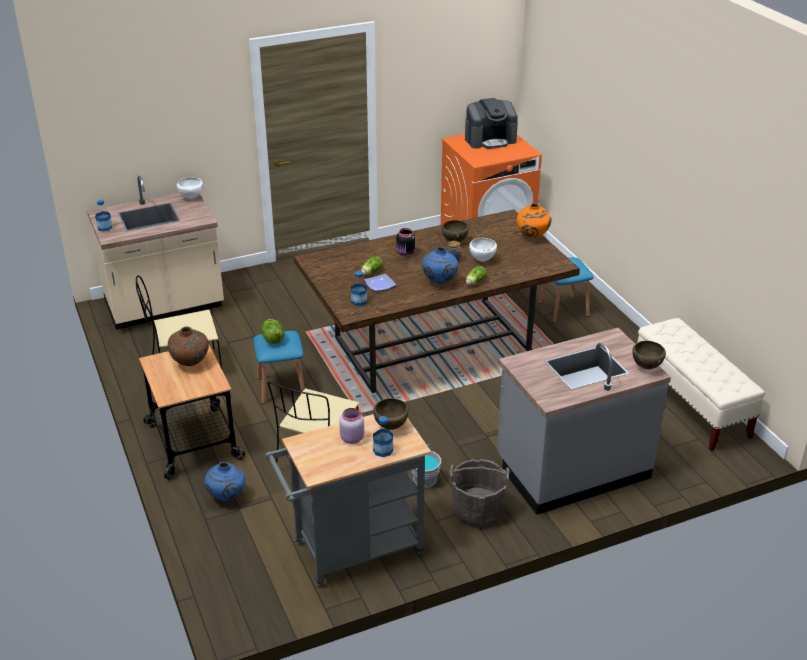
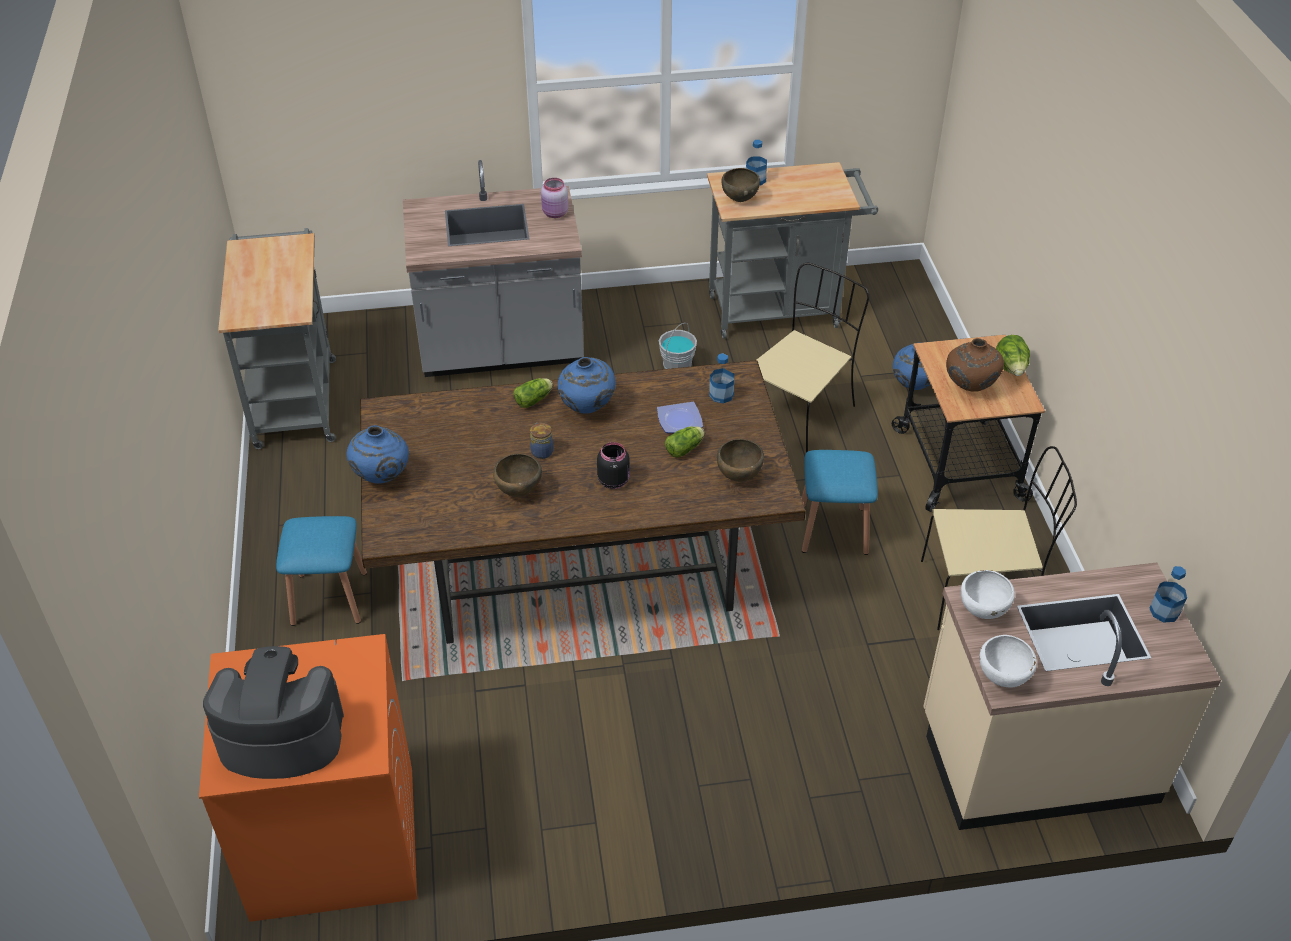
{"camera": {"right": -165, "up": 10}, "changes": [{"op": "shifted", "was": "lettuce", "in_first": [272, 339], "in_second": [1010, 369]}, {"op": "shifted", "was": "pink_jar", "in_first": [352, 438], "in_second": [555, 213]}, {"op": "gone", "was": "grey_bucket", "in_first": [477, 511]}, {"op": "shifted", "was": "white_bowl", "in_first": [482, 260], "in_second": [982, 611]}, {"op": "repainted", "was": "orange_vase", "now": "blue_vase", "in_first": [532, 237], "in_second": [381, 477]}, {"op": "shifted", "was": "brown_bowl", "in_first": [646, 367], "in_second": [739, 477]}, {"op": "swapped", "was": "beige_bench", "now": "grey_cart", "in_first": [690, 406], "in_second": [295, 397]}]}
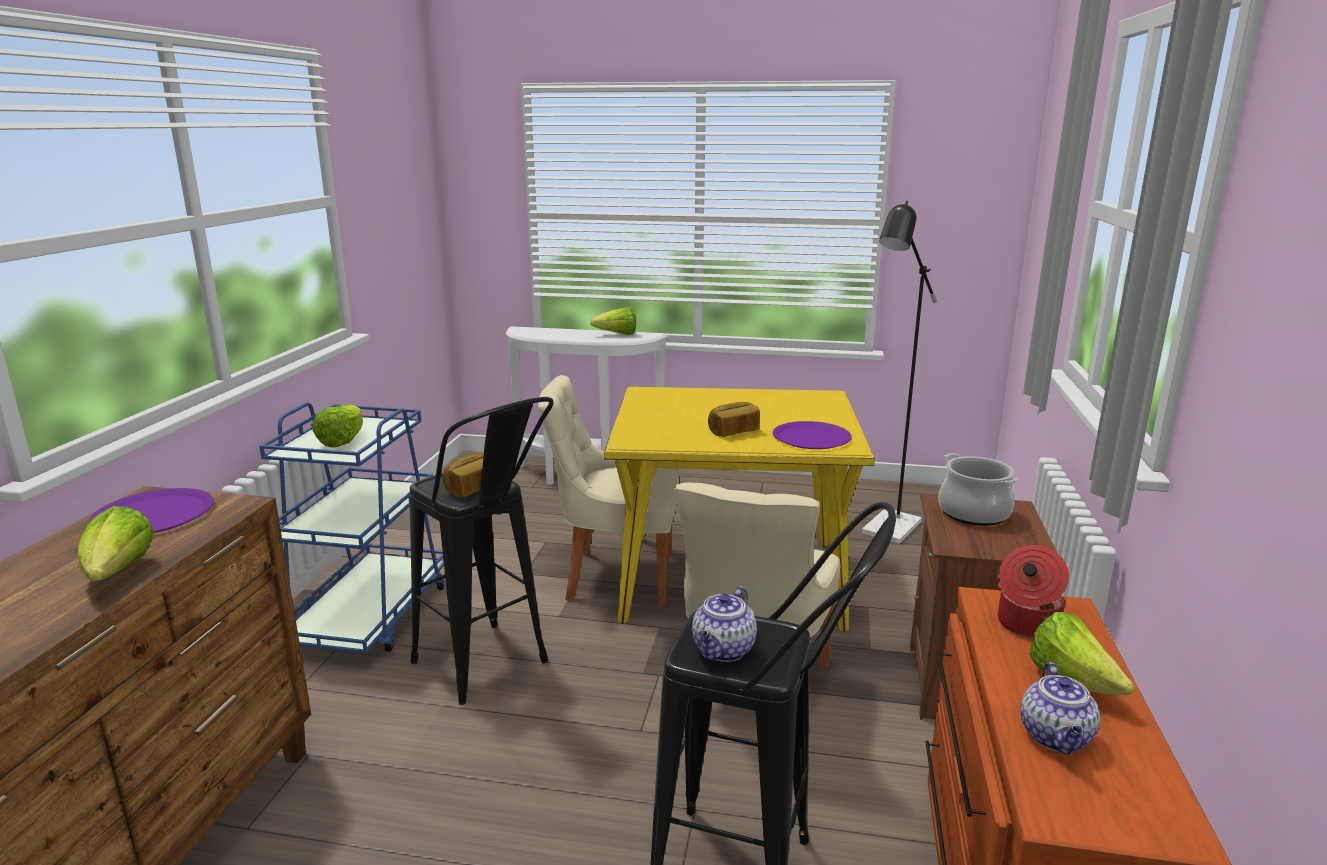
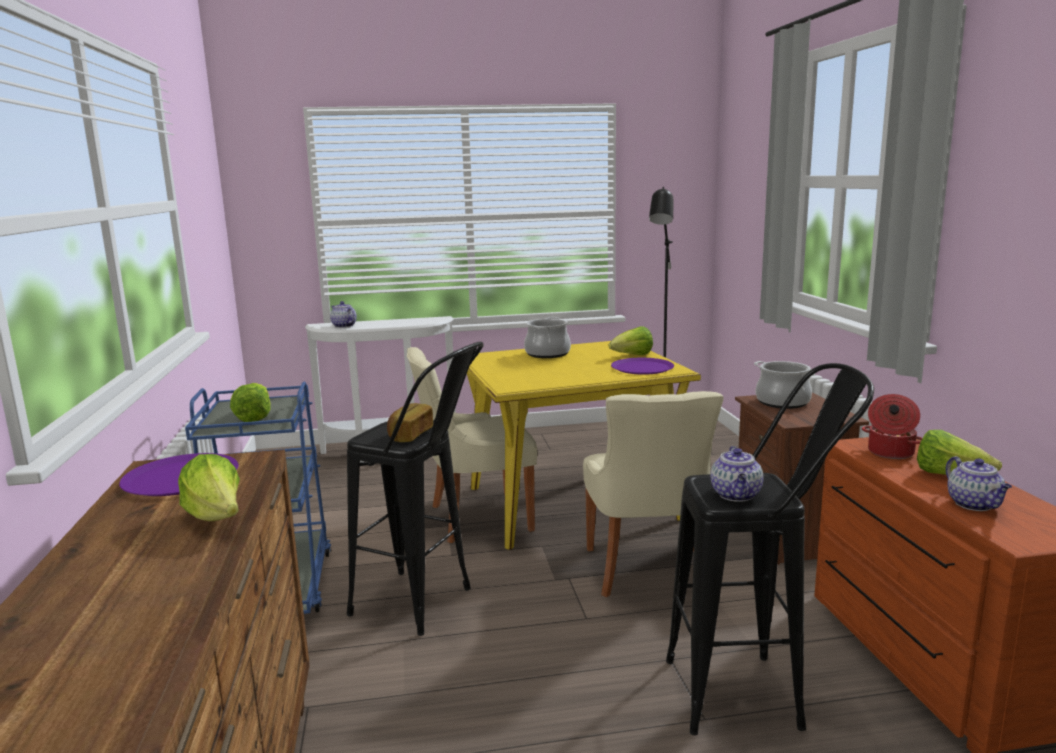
{"camera": {"right": -20, "up": -5}, "changes": [{"op": "shifted", "was": "lettuce", "in_first": [617, 335], "in_second": [632, 356]}, {"op": "gone", "was": "bread", "in_first": [733, 431]}, {"op": "new", "now": "teapot", "in_second": [343, 326]}, {"op": "new", "now": "cooking_pot", "in_second": [547, 354]}]}
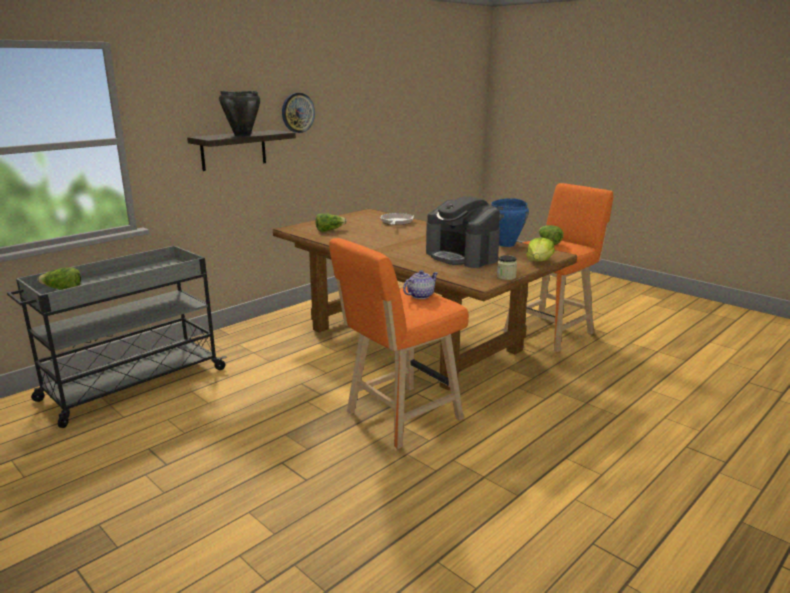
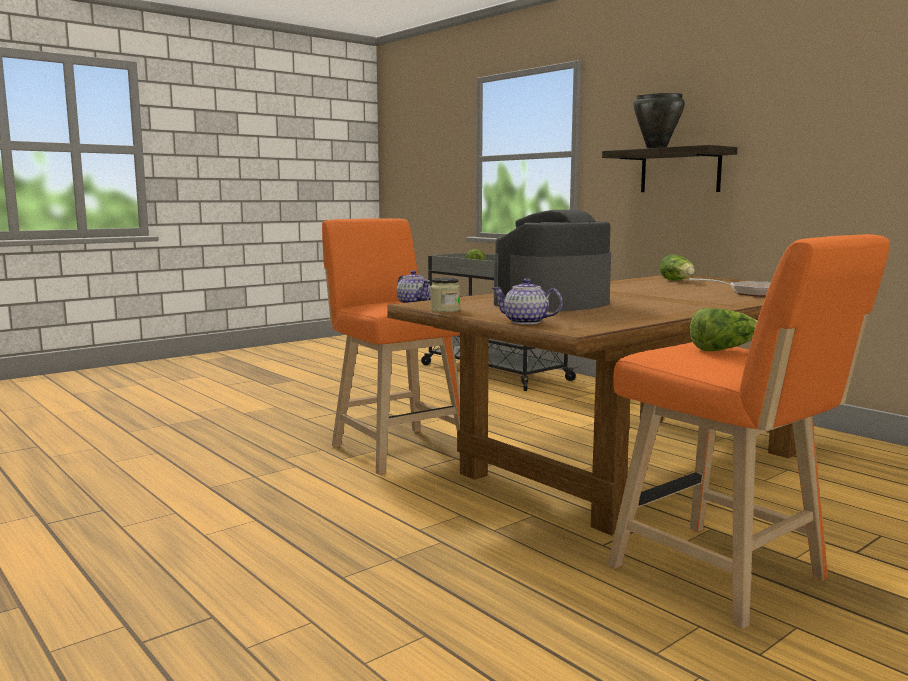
{"camera": {"right": 95, "up": -10}, "changes": [{"op": "gone", "was": "wall_clock", "in_first": [297, 112]}, {"op": "gone", "was": "blue_cooking_pot", "in_first": [506, 244]}, {"op": "swapped", "was": "lettuce", "now": "teapot", "in_first": [539, 261], "in_second": [526, 322]}]}
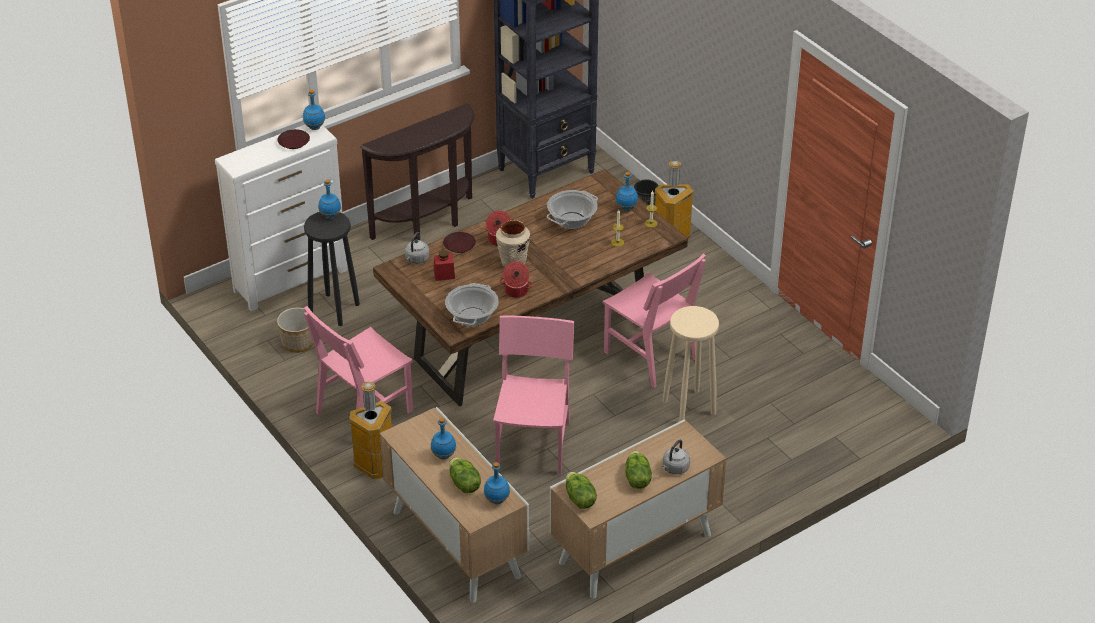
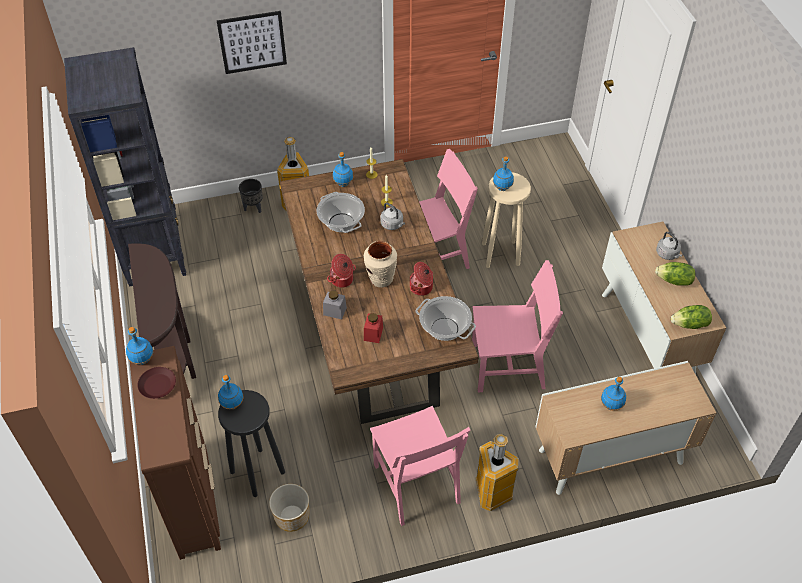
{"camera": {"right": -70, "up": 10}, "changes": [{"op": "repainted", "was": "white_dresser", "now": "brown_dresser", "in_first": [291, 280], "in_second": [192, 499]}, {"op": "shifted", "was": "grey_kettle", "in_first": [416, 259], "in_second": [393, 225]}, {"op": "swapped", "was": "brown_plate", "now": "grey_jar", "in_first": [459, 245], "in_second": [335, 311]}, {"op": "gone", "was": "lettuce", "in_first": [463, 484]}, {"op": "shifted", "was": "blue_bottle", "in_first": [496, 500], "in_second": [502, 188]}, {"op": "rotated", "was": "pink_chair", "in_first": [533, 445], "in_second": [508, 366], "clockwise": 150}, {"op": "new", "now": "picture", "in_second": [252, 42]}]}
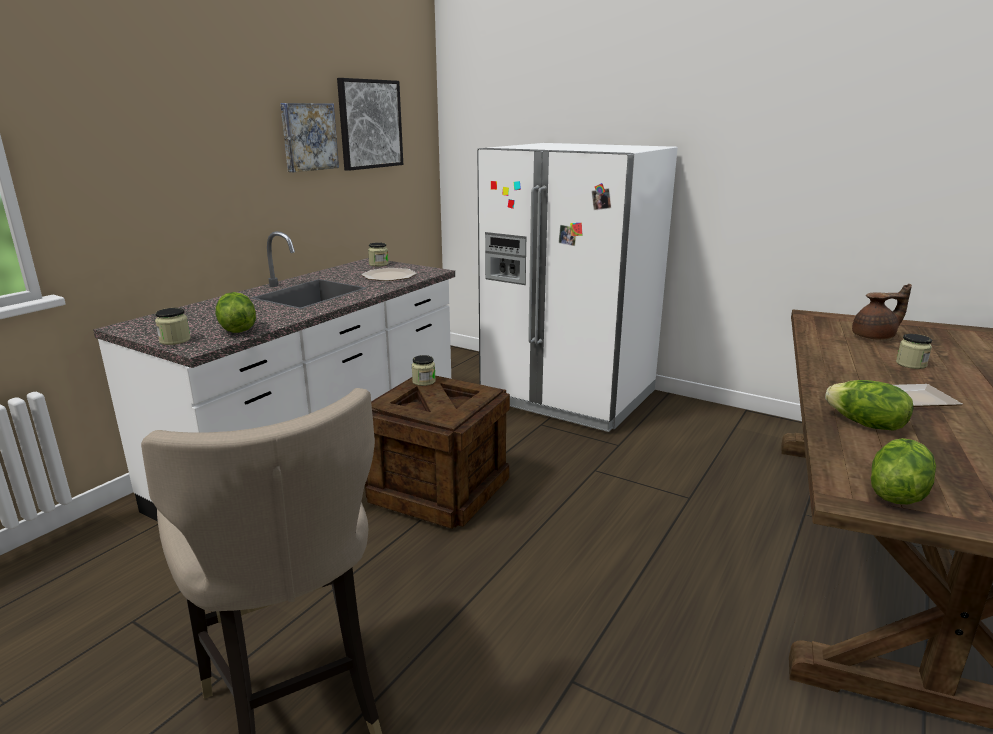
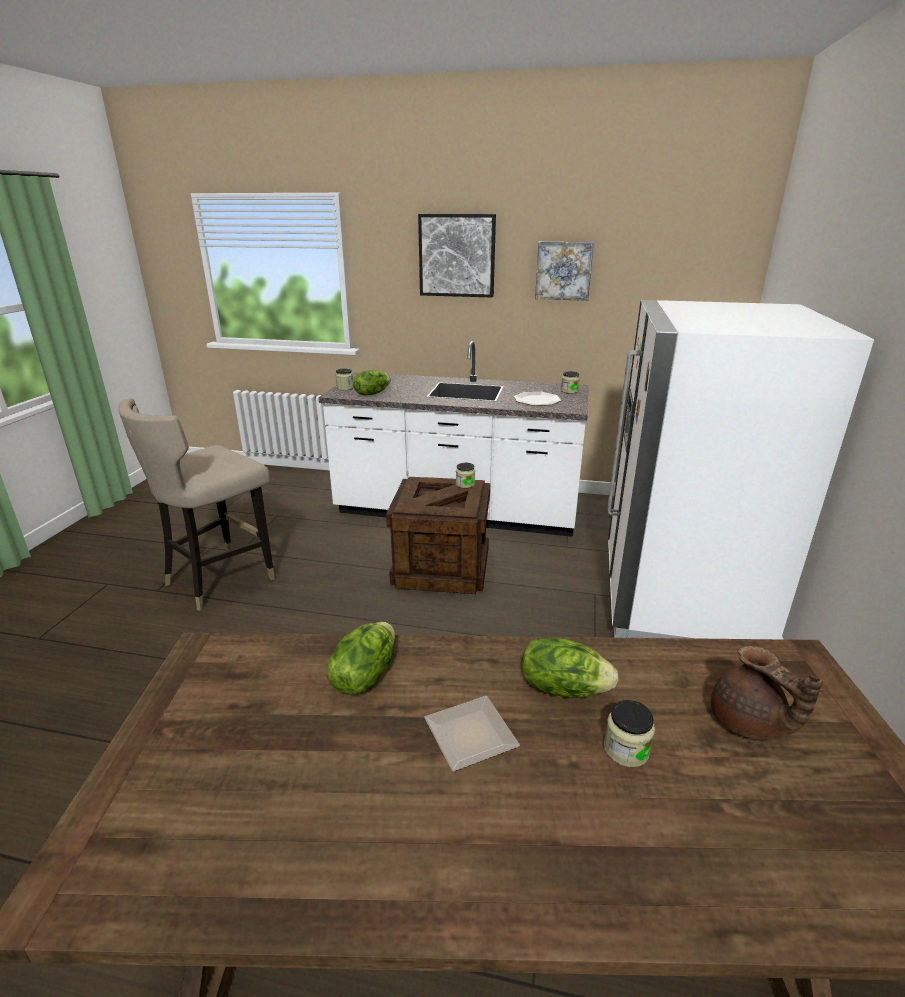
{"camera": {"right": 70, "up": 5}, "changes": [{"op": "shifted", "was": "picture", "in_first": [370, 124], "in_second": [457, 256]}, {"op": "shifted", "was": "lettuce", "in_first": [895, 492], "in_second": [563, 687]}]}
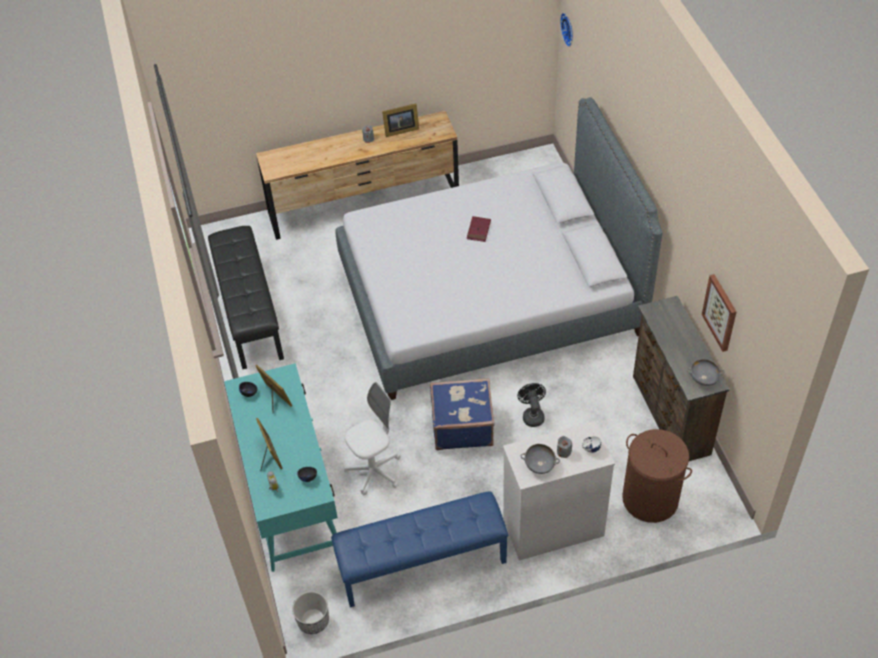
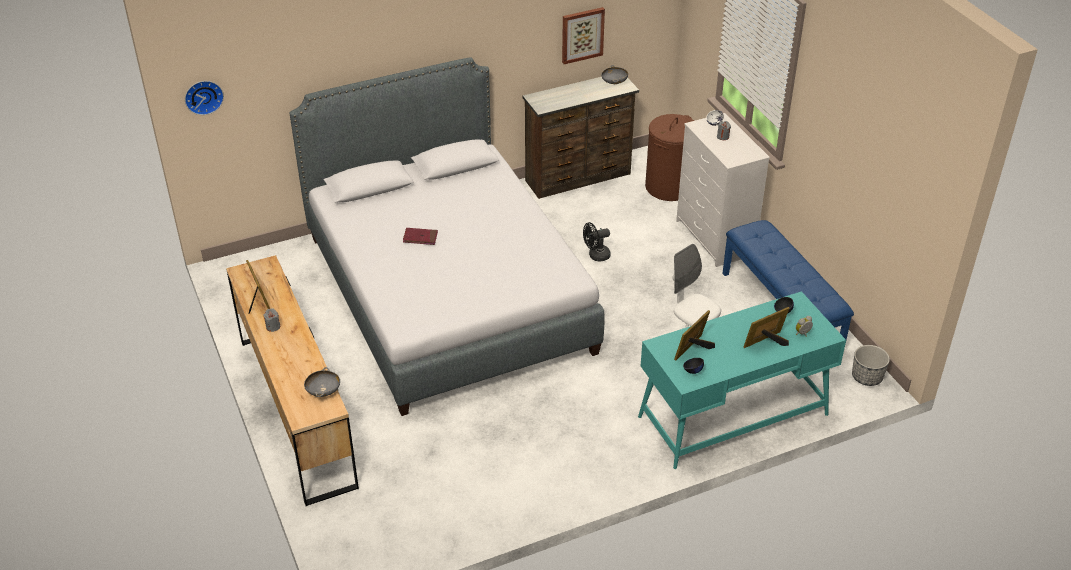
{"camera": {"right": -100, "up": -10}, "changes": [{"op": "gone", "was": "black_bench", "in_first": [249, 312]}, {"op": "gone", "was": "blue_suitcase", "in_first": [461, 426]}, {"op": "shifted", "was": "grey_bowl", "in_first": [539, 465], "in_second": [323, 391]}]}
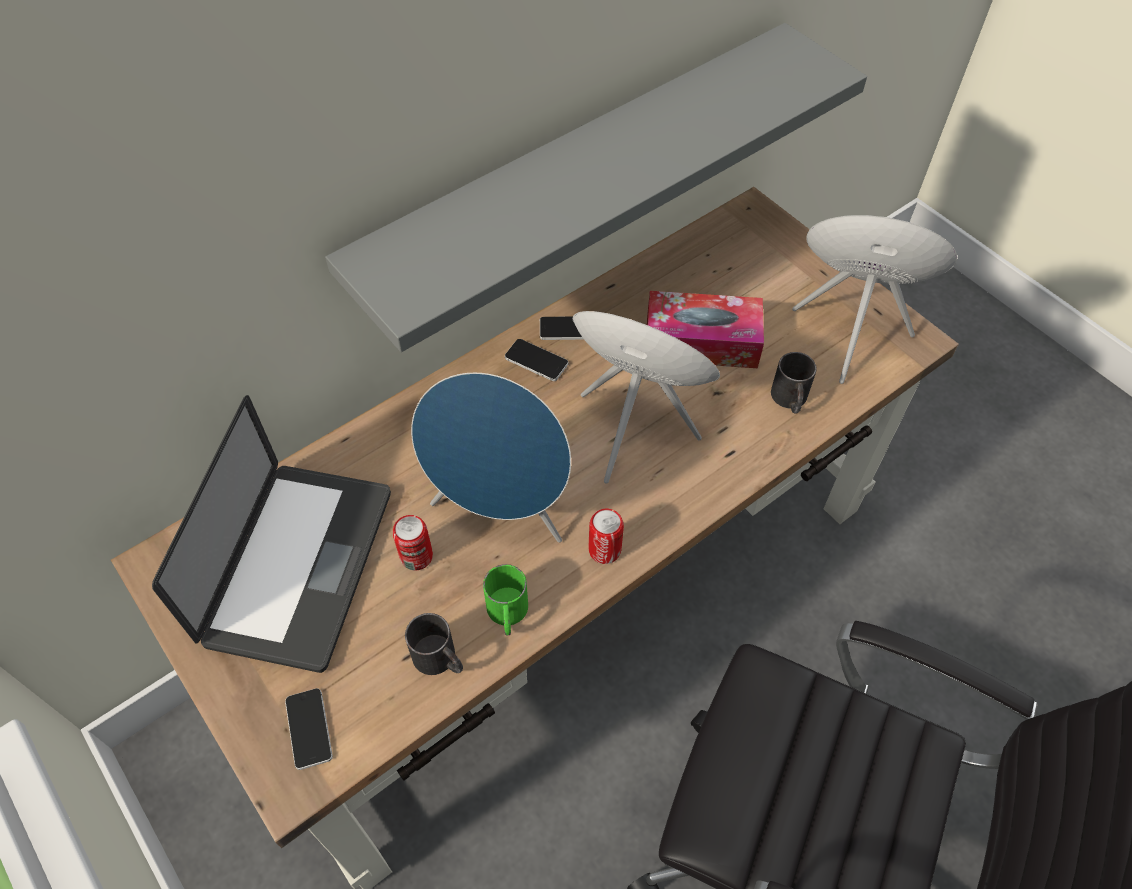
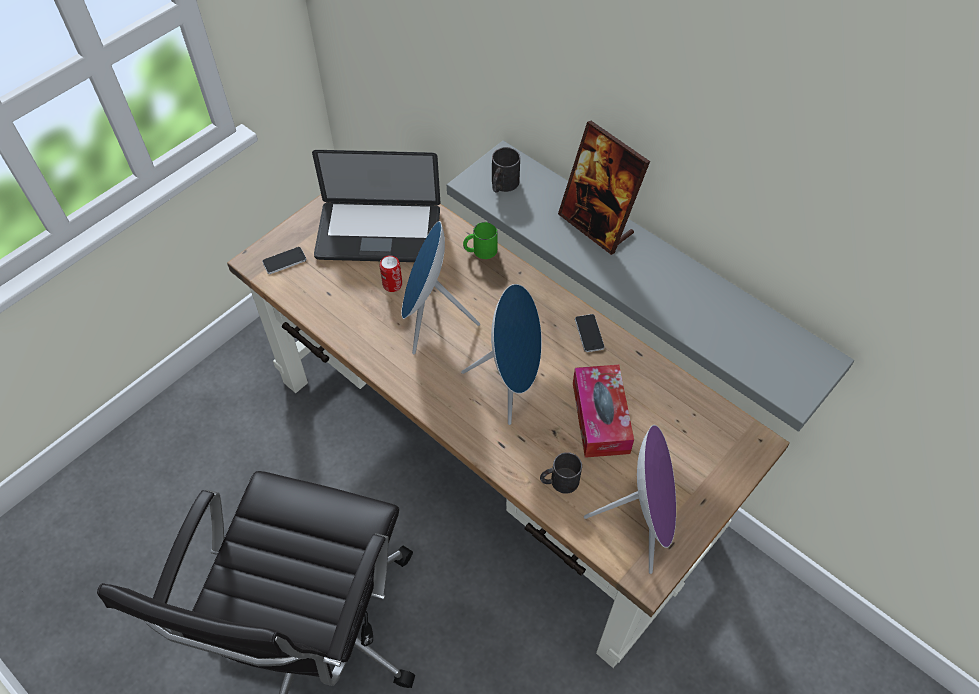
{"camera": {"right": 80, "up": 0}, "changes": [{"op": "shifted", "was": "black_mug", "in_first": [440, 660], "in_second": [502, 185]}, {"op": "shifted", "was": "green_mug", "in_first": [507, 614], "in_second": [480, 250]}, {"op": "gone", "was": "phone", "in_first": [536, 360]}, {"op": "gone", "was": "can", "in_first": [604, 550]}, {"op": "new", "now": "picture_frame", "in_second": [596, 225]}]}
